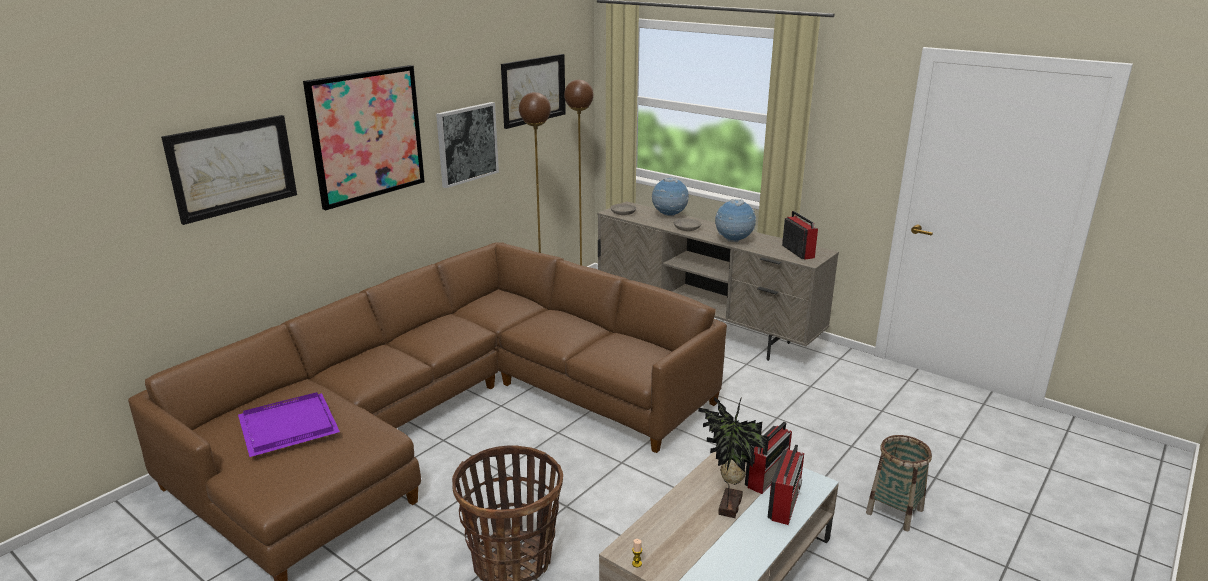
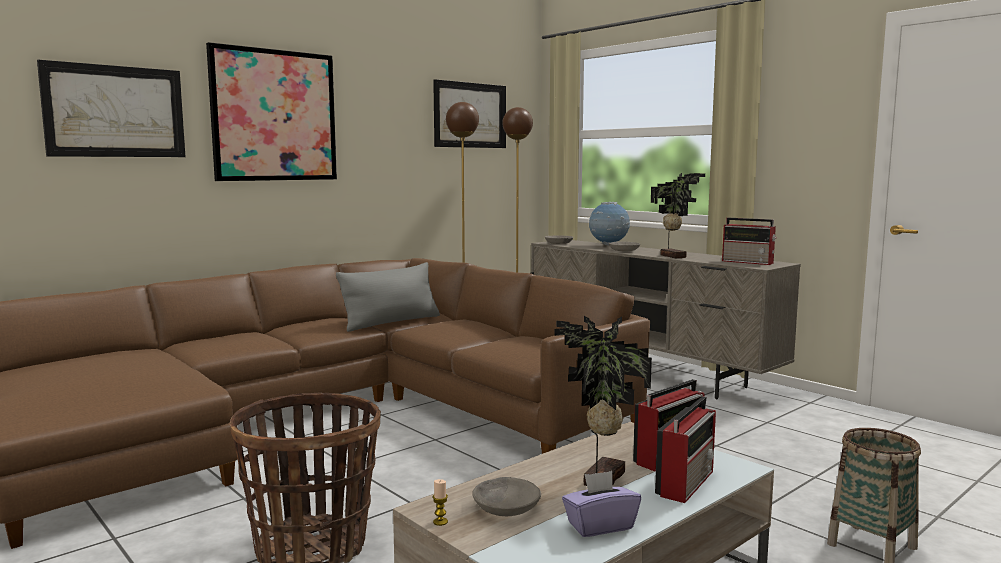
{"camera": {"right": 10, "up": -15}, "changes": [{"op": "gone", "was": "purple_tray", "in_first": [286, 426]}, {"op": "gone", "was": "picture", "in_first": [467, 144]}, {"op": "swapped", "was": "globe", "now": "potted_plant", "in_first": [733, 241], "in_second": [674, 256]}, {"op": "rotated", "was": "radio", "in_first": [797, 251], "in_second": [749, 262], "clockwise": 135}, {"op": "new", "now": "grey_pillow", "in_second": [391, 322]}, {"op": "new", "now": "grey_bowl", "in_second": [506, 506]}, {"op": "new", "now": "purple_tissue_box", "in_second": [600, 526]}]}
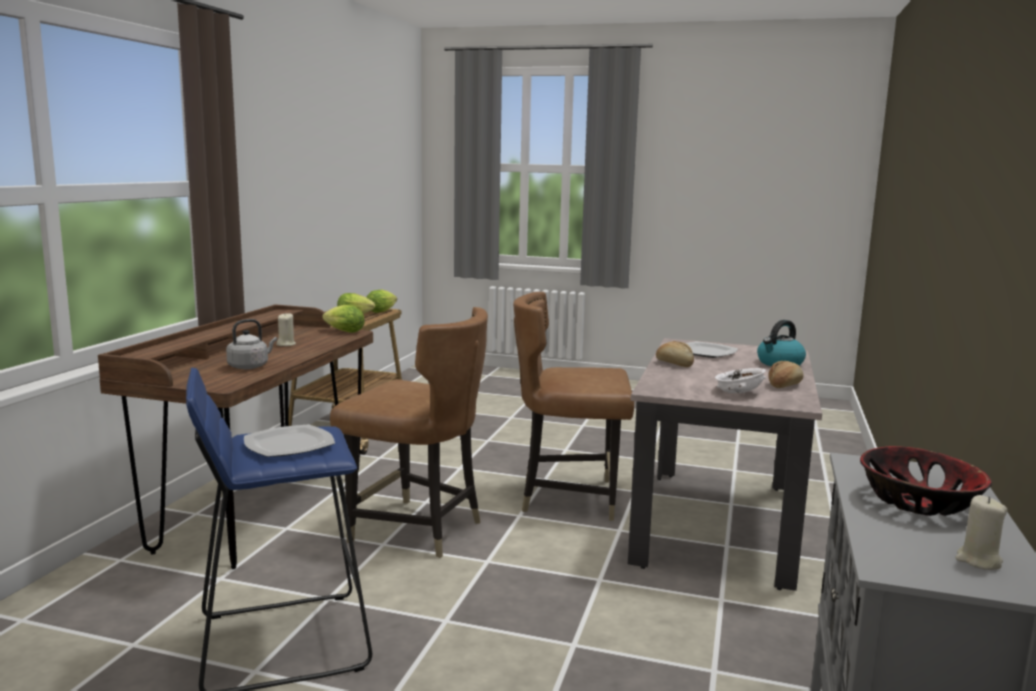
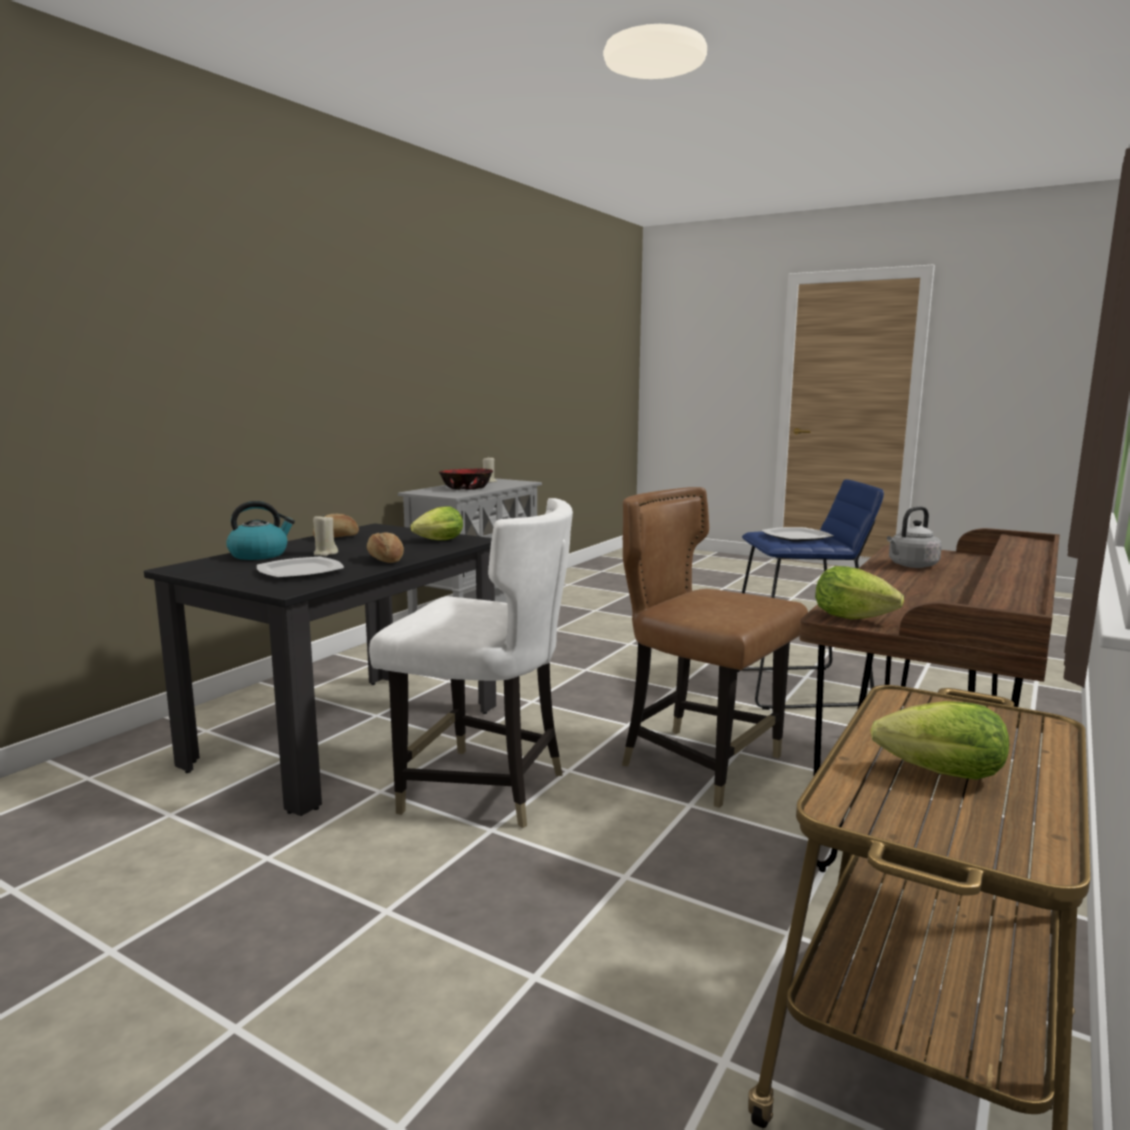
{"camera": {"right": -165, "up": 0}, "changes": [{"op": "shifted", "was": "beige_candle", "in_first": [286, 344], "in_second": [325, 553]}, {"op": "shifted", "was": "lettuce", "in_first": [382, 311], "in_second": [436, 541]}, {"op": "repainted", "was": "brown_chair", "now": "white_chair", "in_first": [569, 497], "in_second": [484, 789]}, {"op": "repainted", "was": "beige_dining_table", "now": "black_dining_table", "in_first": [716, 524], "in_second": [349, 735]}, {"op": "gone", "was": "white_bowl", "in_first": [739, 392]}]}
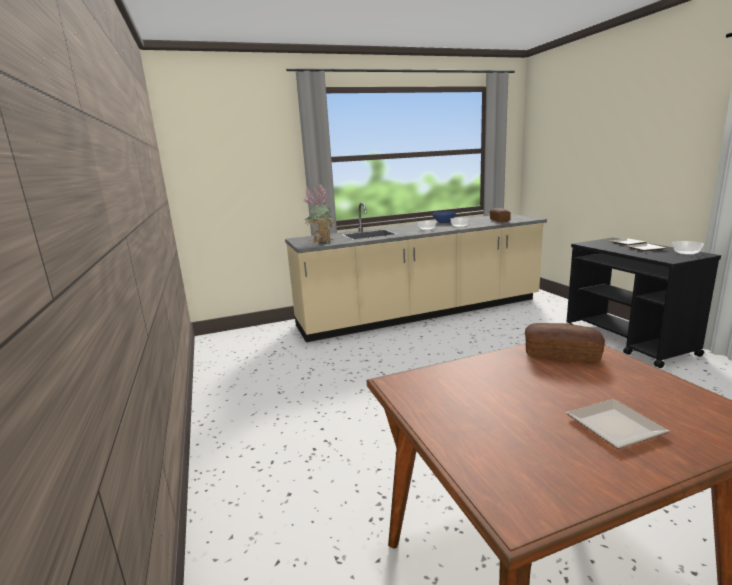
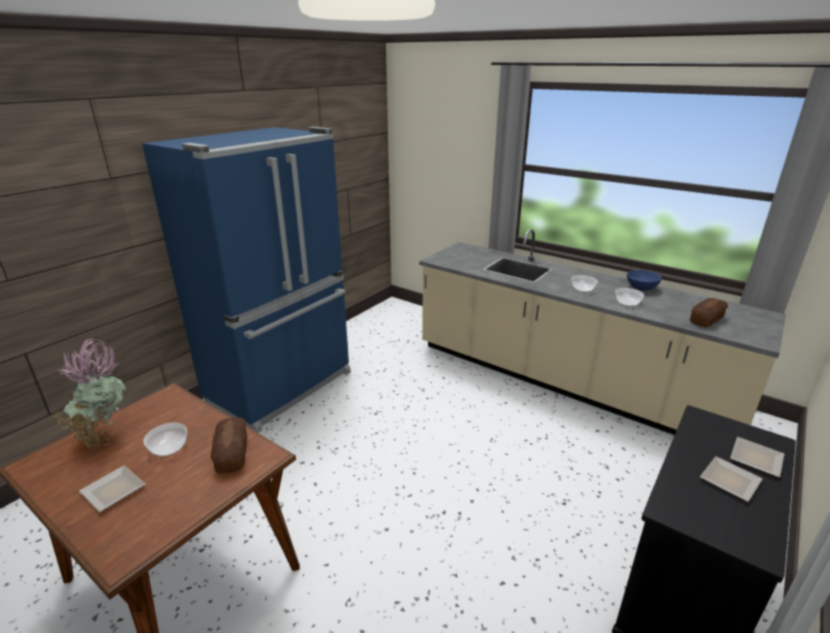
{"camera": {"right": 55, "up": 10}, "changes": [{"op": "shifted", "was": "potted_plant", "in_first": [321, 241], "in_second": [105, 435]}, {"op": "shifted", "was": "bowl", "in_first": [686, 253], "in_second": [169, 447]}, {"op": "new", "now": "blue_fridge", "in_second": [283, 387]}]}
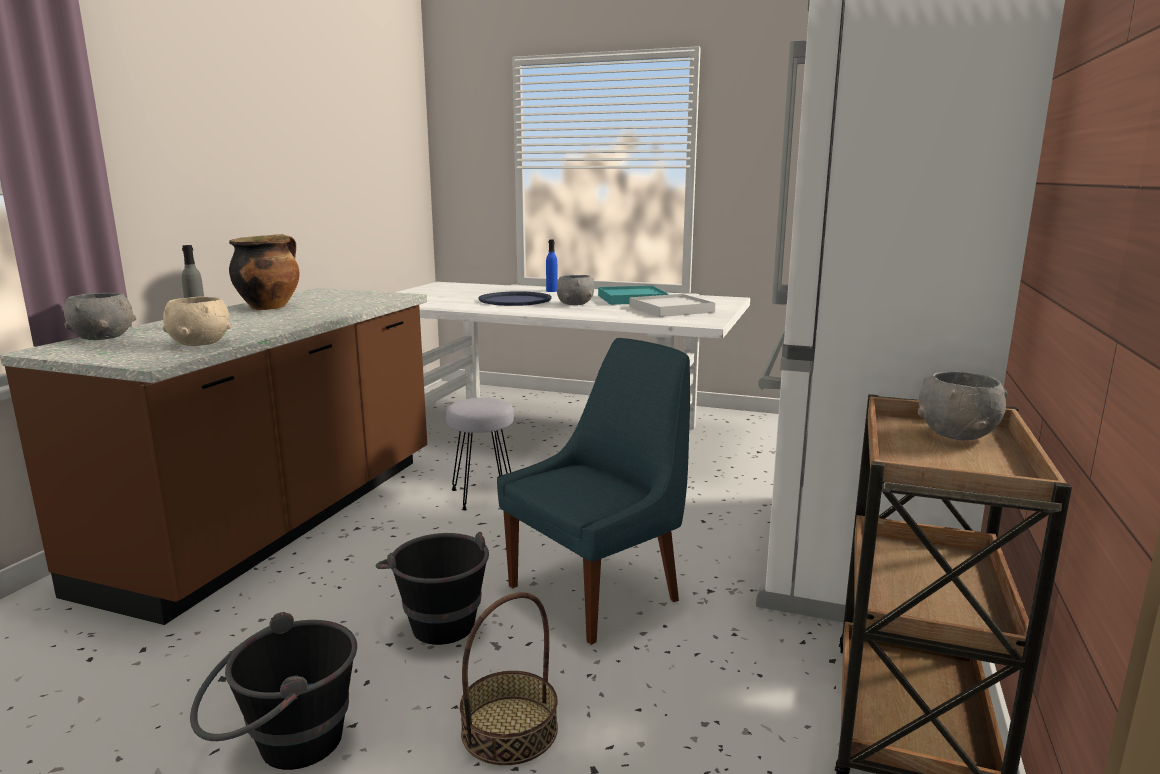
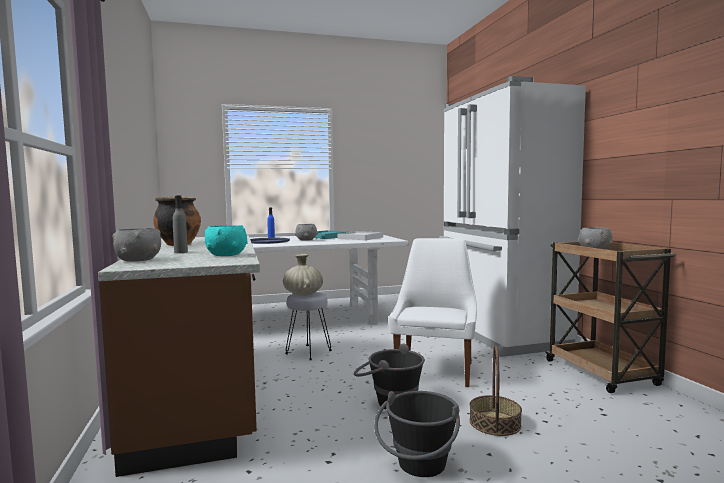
{"camera": {"right": -35, "up": -10}, "changes": [{"op": "repainted", "was": "beige_bowl", "now": "turquoise_bowl", "in_first": [199, 344], "in_second": [226, 255]}, {"op": "repainted", "was": "blue_chair", "now": "white_chair", "in_first": [598, 591], "in_second": [435, 370]}, {"op": "new", "now": "beige_vase", "in_second": [303, 294]}]}
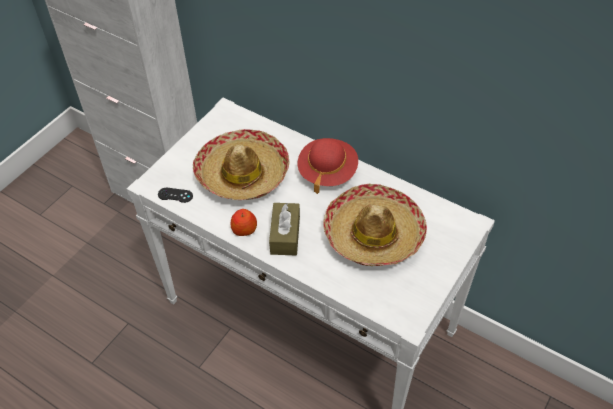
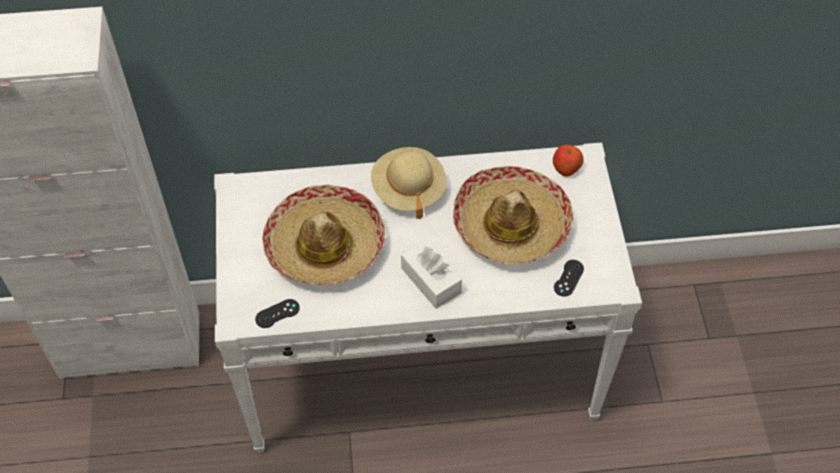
{"camera": {"right": -40, "up": 5}, "changes": [{"op": "shifted", "was": "apple", "in_first": [244, 229], "in_second": [566, 167]}, {"op": "repainted", "was": "brown_tissue_box", "now": "white_tissue_box", "in_first": [285, 235], "in_second": [431, 280]}, {"op": "repainted", "was": "red_hat", "now": "beige_hat", "in_first": [327, 172], "in_second": [408, 189]}, {"op": "new", "now": "black_game_controller", "in_second": [568, 278]}]}
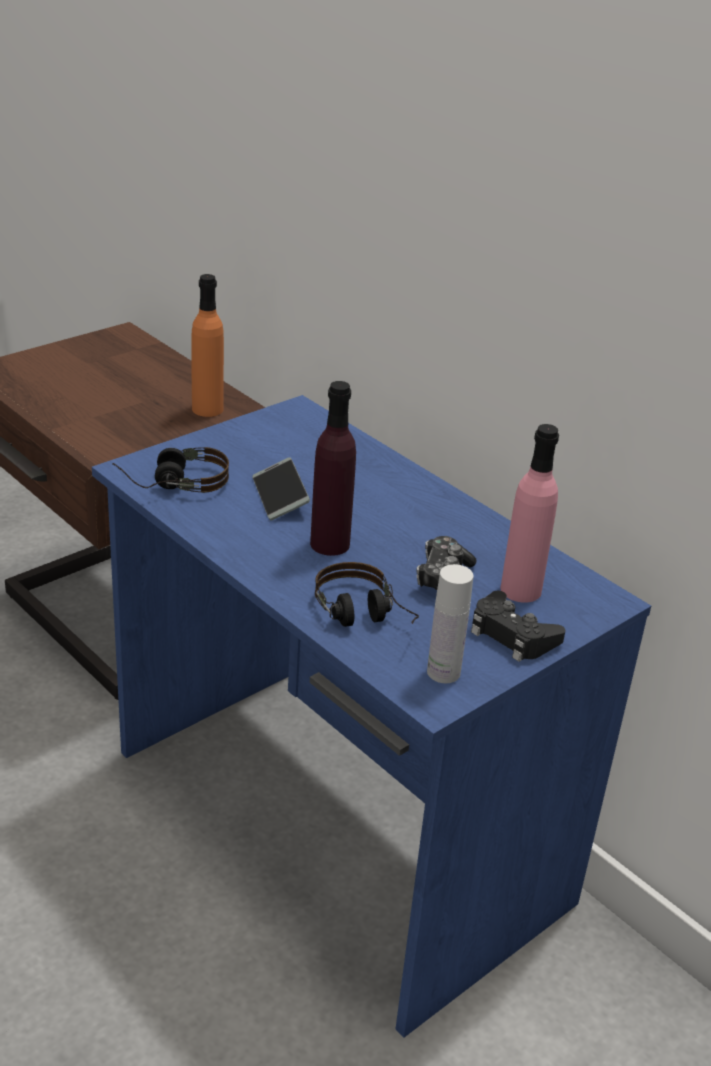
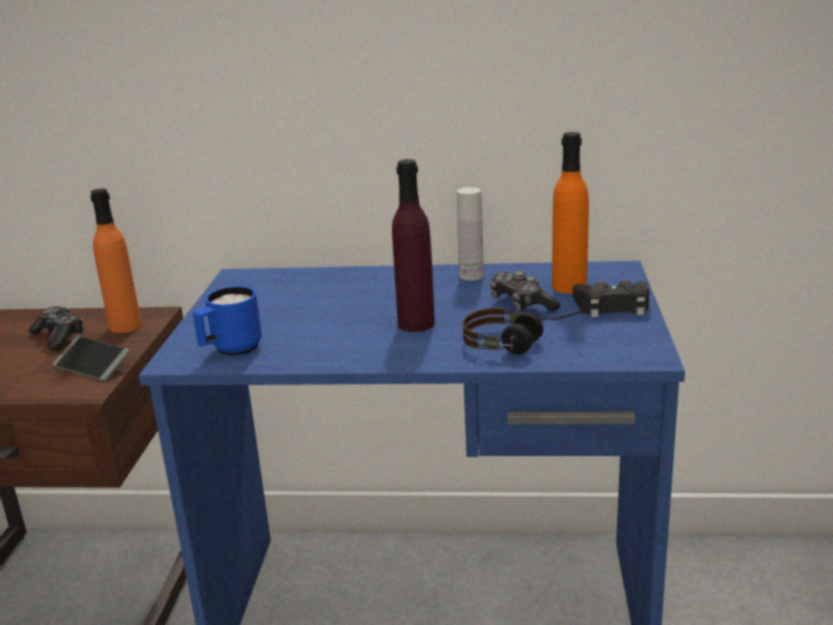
{"camera": {"right": -40, "up": -10}, "changes": [{"op": "swapped", "was": "headphones", "now": "blue_mug", "in_first": [172, 483], "in_second": [231, 351]}, {"op": "shifted", "was": "phone", "in_first": [280, 497], "in_second": [92, 366]}, {"op": "shifted", "was": "white_bottle", "in_first": [443, 672], "in_second": [471, 276]}, {"op": "repainted", "was": "pink_bottle", "now": "orange_bottle", "in_first": [520, 590], "in_second": [569, 287]}, {"op": "new", "now": "game_controller", "in_second": [59, 337]}]}
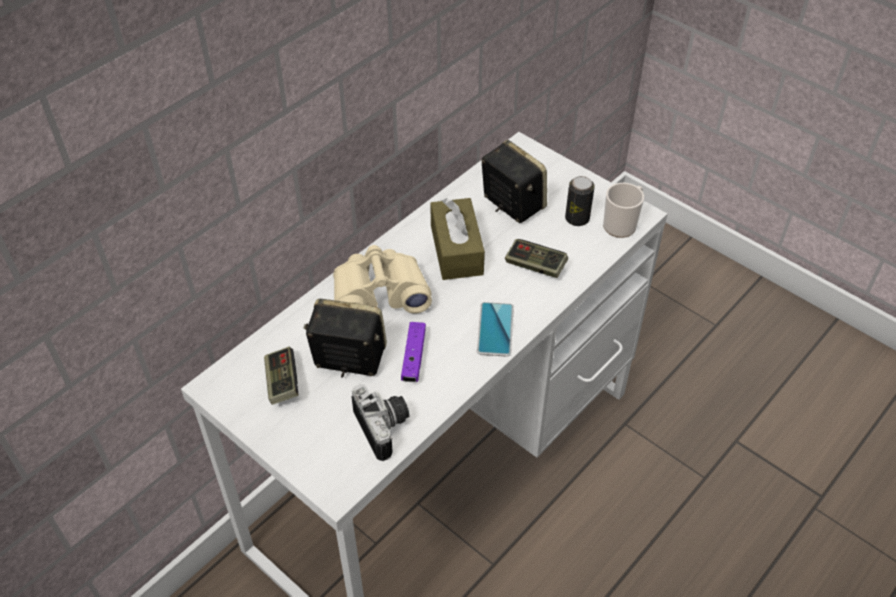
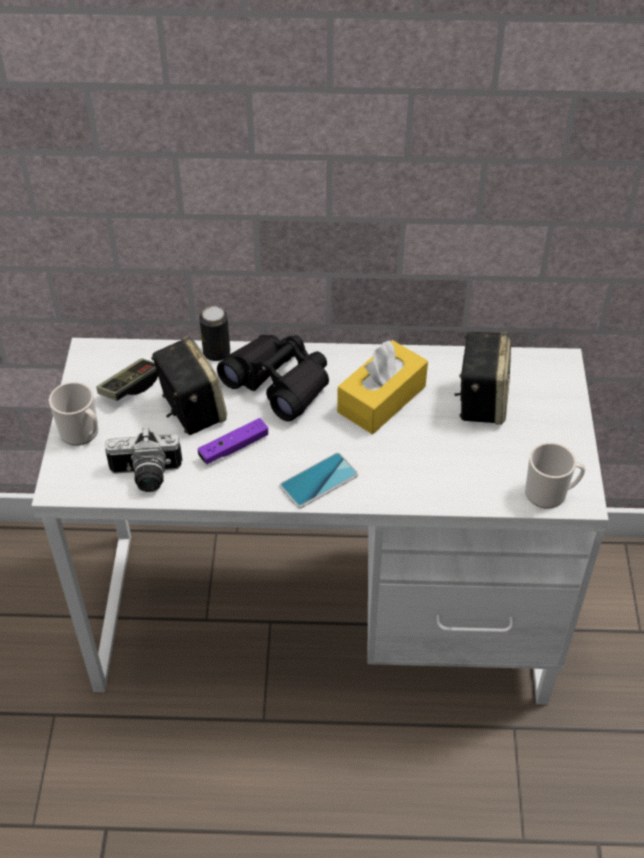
{"camera": {"right": 50, "up": 0}, "changes": [{"op": "repainted", "was": "beige_binoculars", "now": "black_binoculars", "in_first": [379, 293], "in_second": [279, 383]}, {"op": "rotated", "was": "photo_camera", "in_first": [386, 427], "in_second": [145, 476], "clockwise": 60}, {"op": "repainted", "was": "brown_tissue_box", "now": "yellow_tissue_box", "in_first": [456, 250], "in_second": [381, 399]}, {"op": "gone", "was": "game_controller", "in_first": [535, 265]}, {"op": "shifted", "was": "can", "in_first": [577, 219], "in_second": [216, 353]}, {"op": "new", "now": "mug", "in_second": [82, 433]}]}
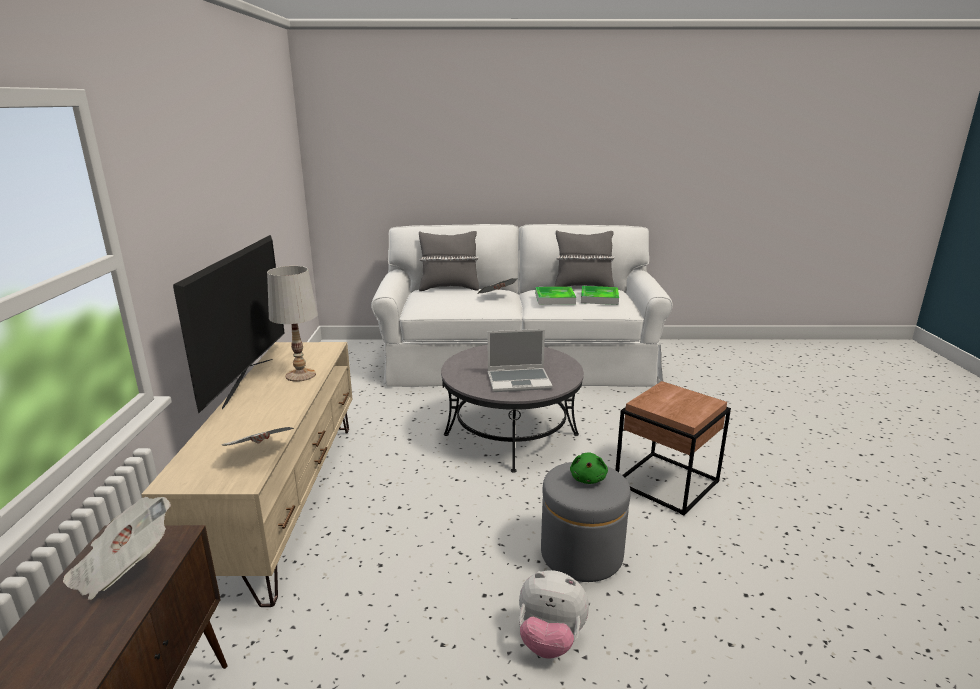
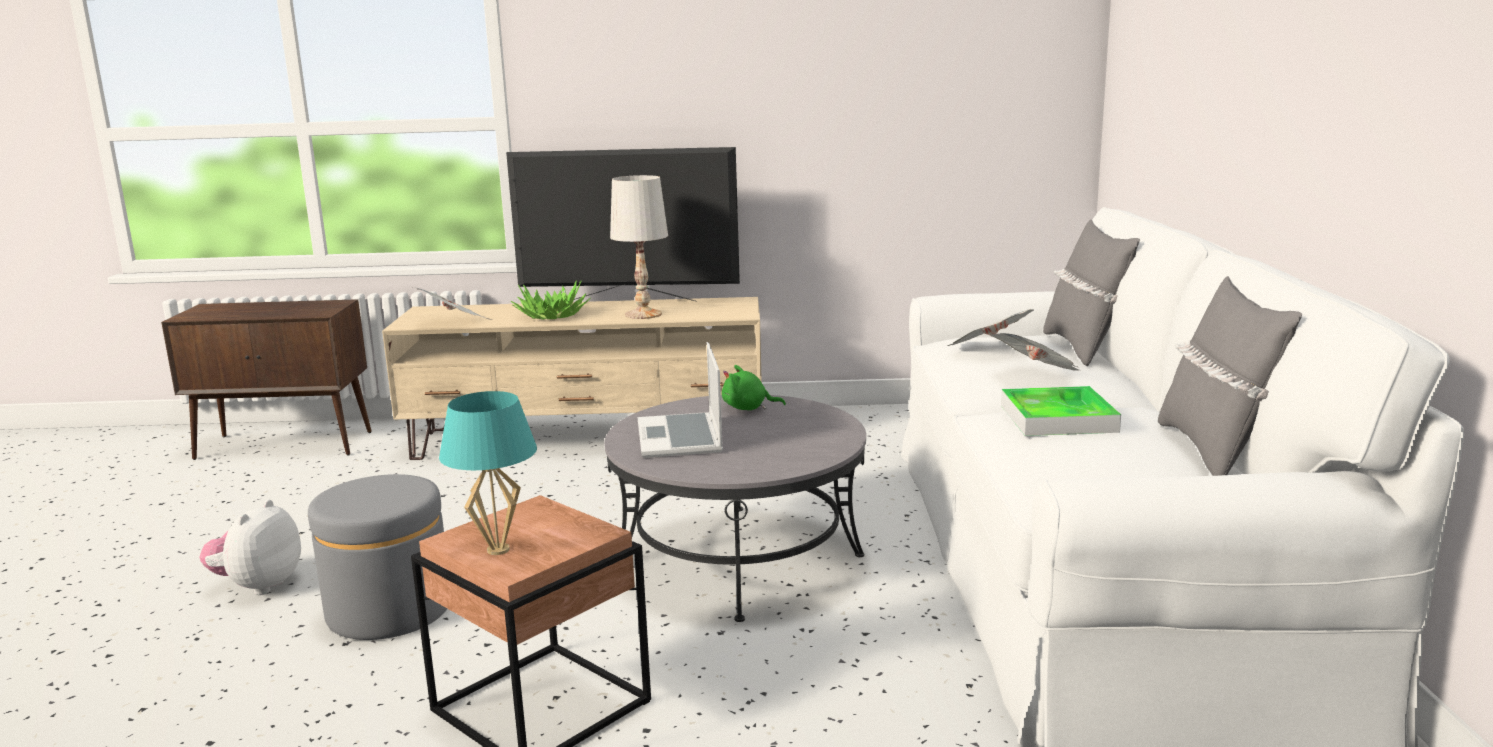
{"camera": {"right": 90, "up": -5}, "changes": [{"op": "shifted", "was": "newspaper", "in_first": [123, 567], "in_second": [988, 350]}, {"op": "shifted", "was": "green_plush_toy", "in_first": [588, 478], "in_second": [748, 408]}, {"op": "gone", "was": "tray", "in_first": [599, 298]}, {"op": "new", "now": "turquoise_table_lamp", "in_second": [498, 550]}, {"op": "new", "now": "potted_plant", "in_second": [552, 316]}]}
